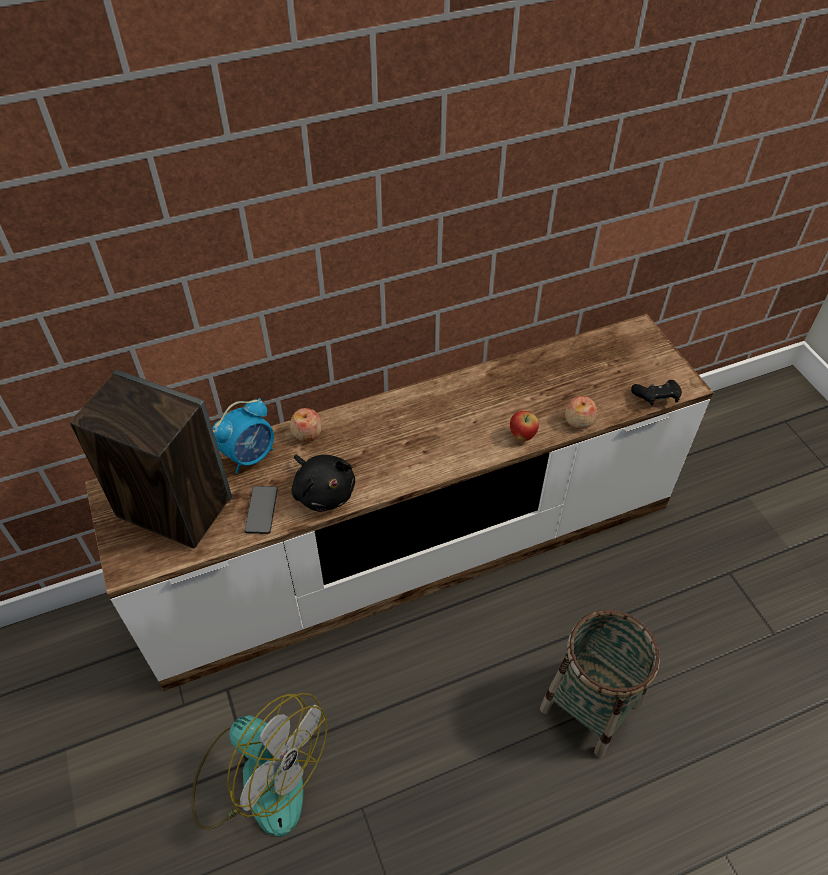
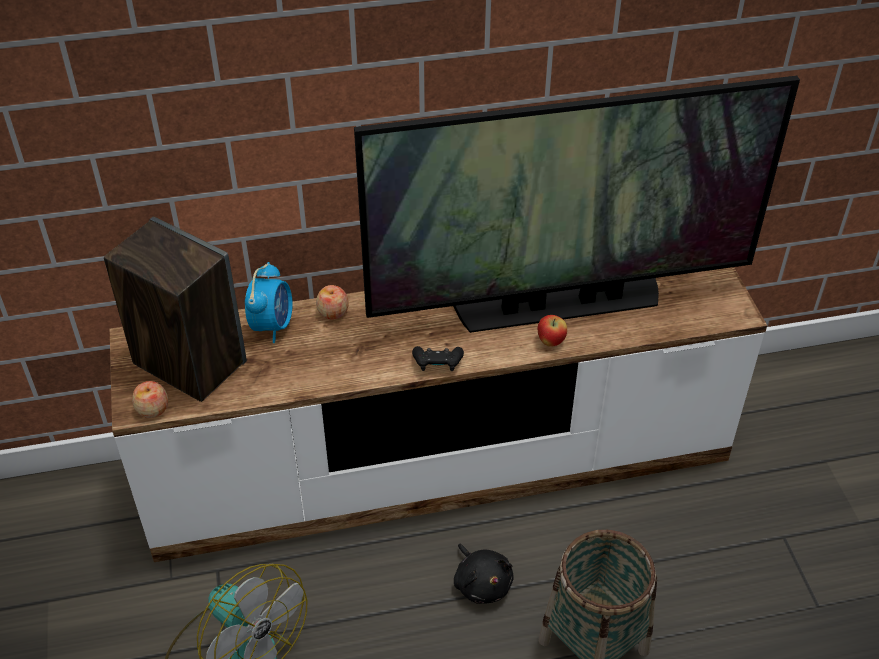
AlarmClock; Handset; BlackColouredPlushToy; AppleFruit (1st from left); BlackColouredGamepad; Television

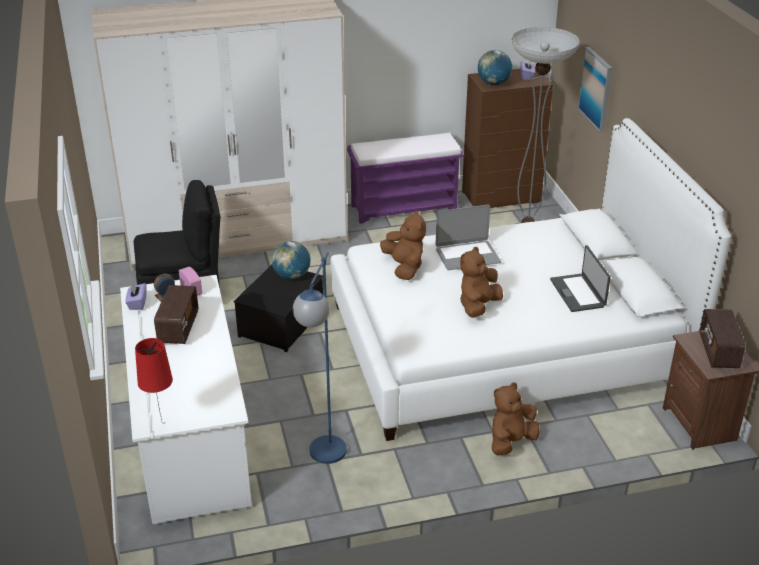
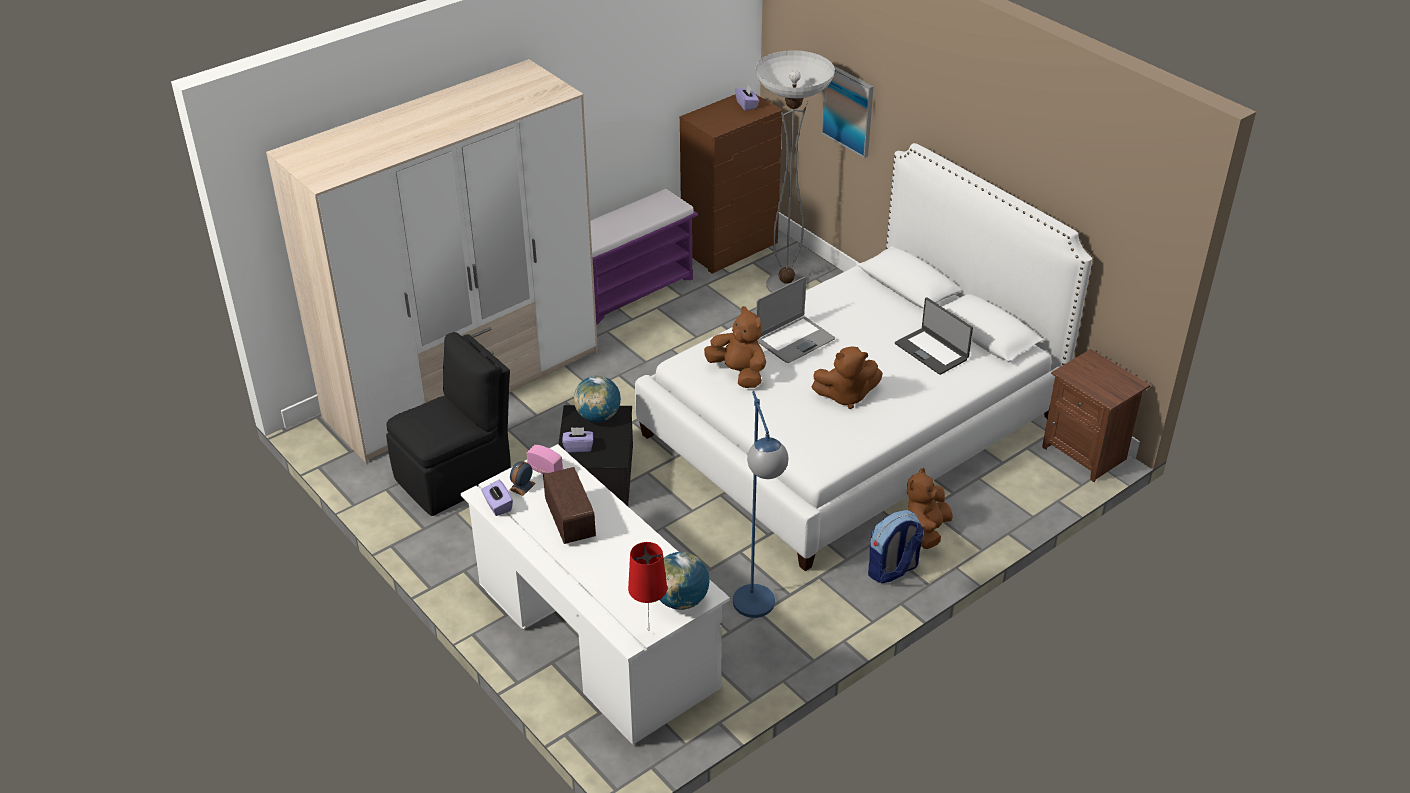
BrownishPlushToy (2nd from left); WorldGlobe (2nd from left); RadioReceiver (3rd from left in the first image); PurpleColouredTissueHolder (2nd from left); Backpack

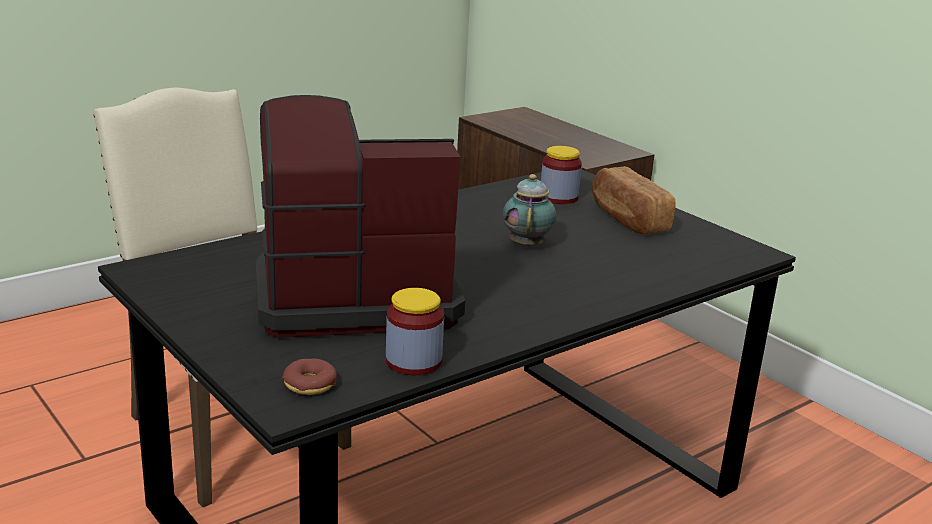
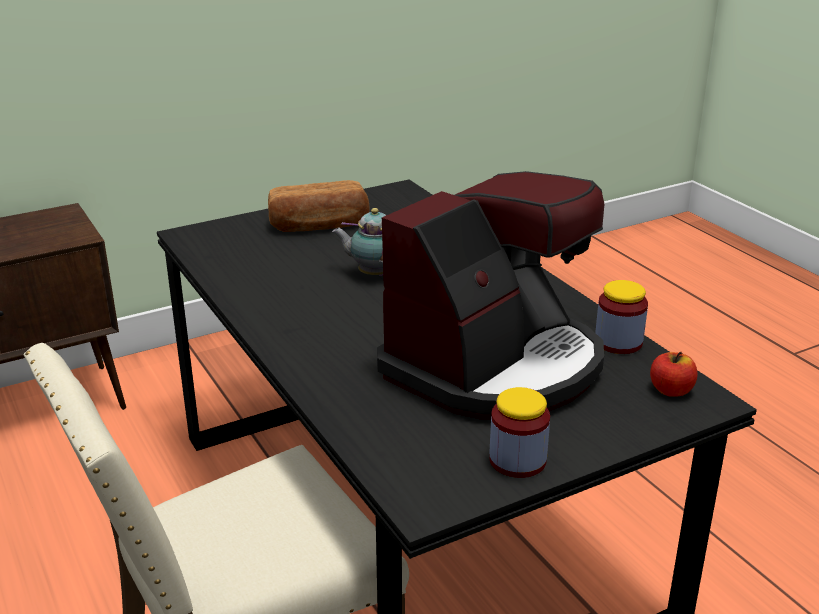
CoffeeMaker; AppleFruit; StorageJar (1st from left)

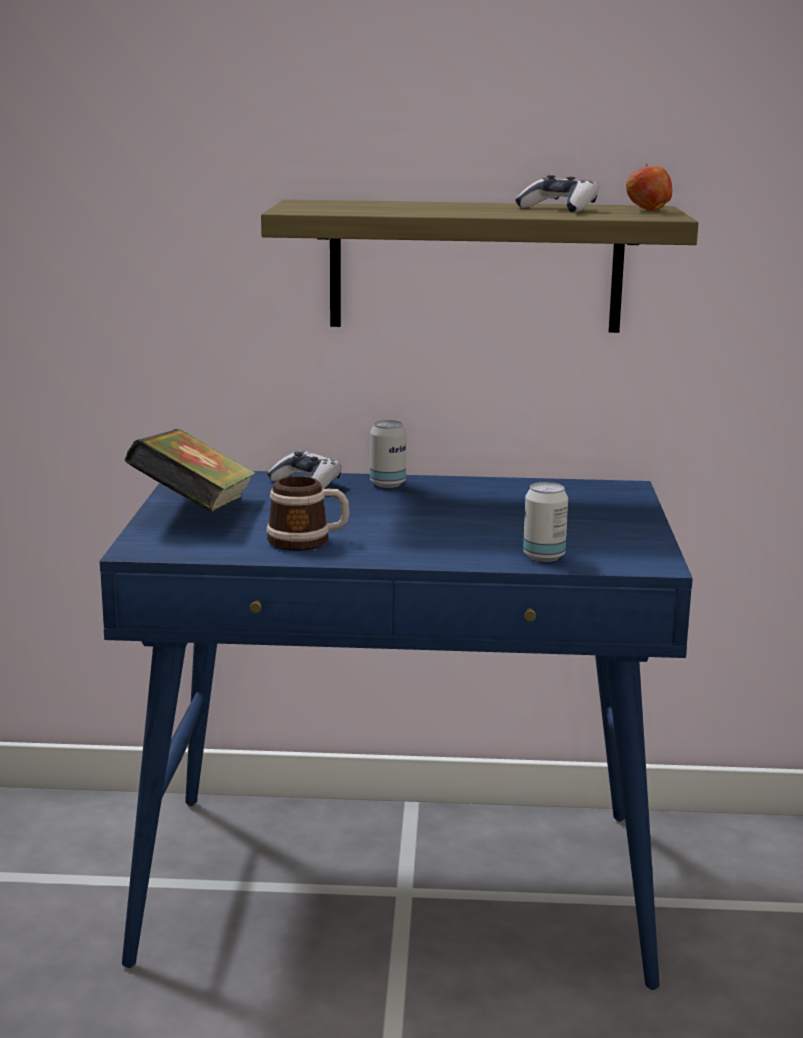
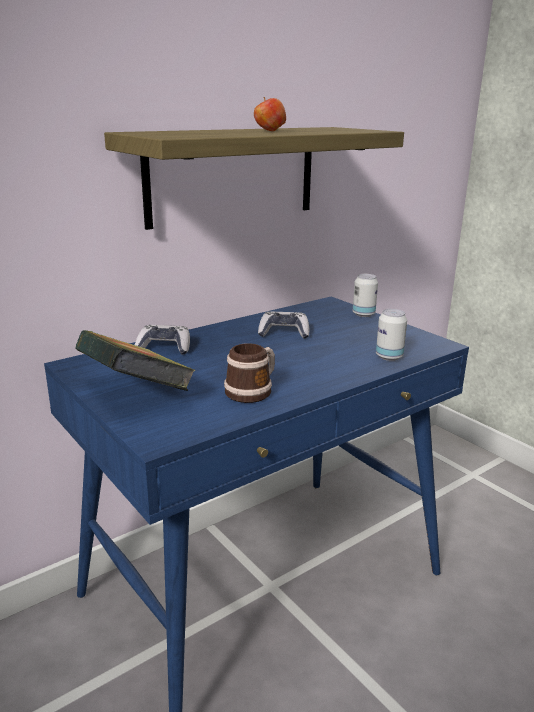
MetalCan (1st from left); Gamepad (2nd from left); AppleFruit

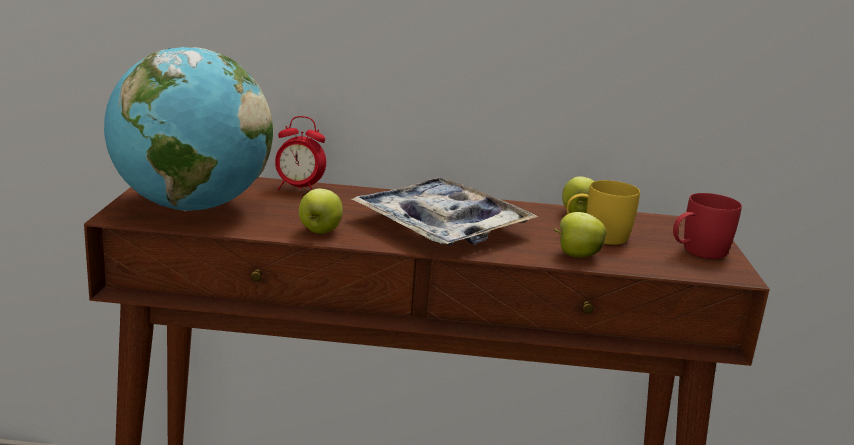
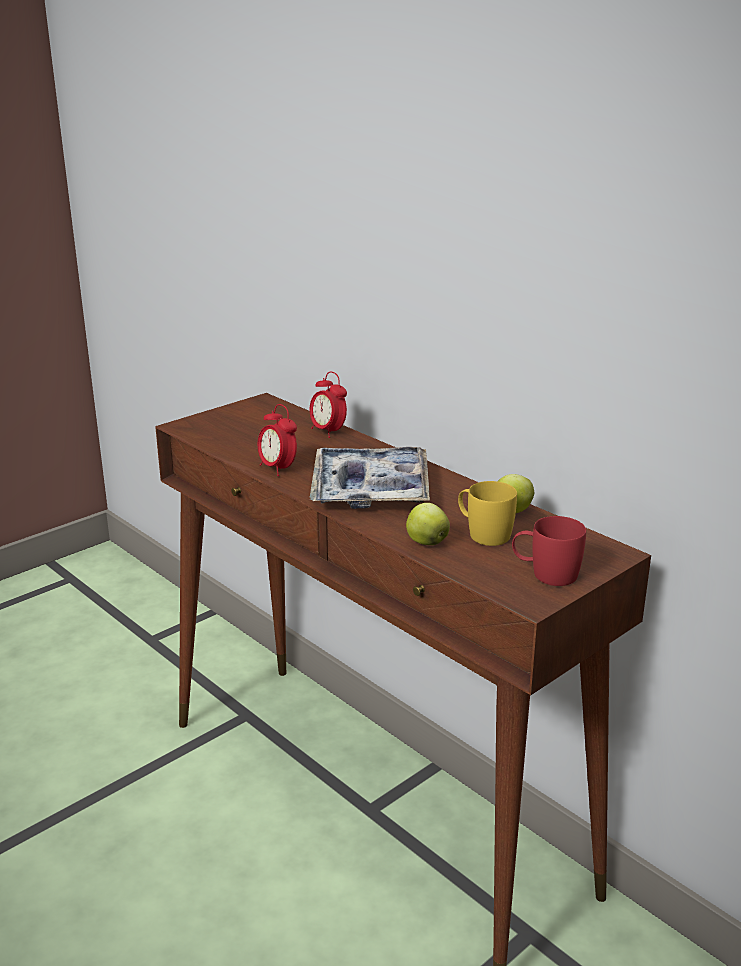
WorldGlobe; AlarmClock (1st from left)

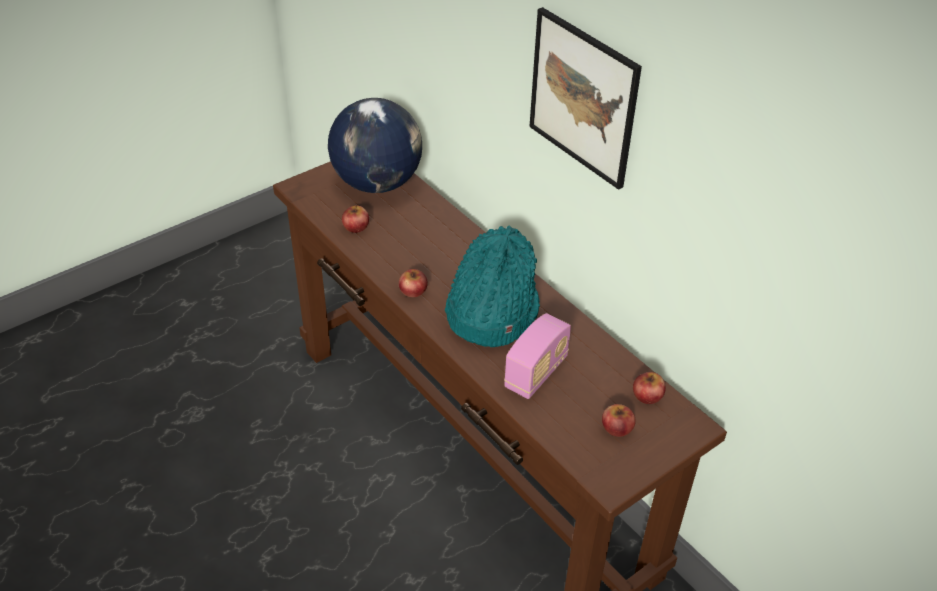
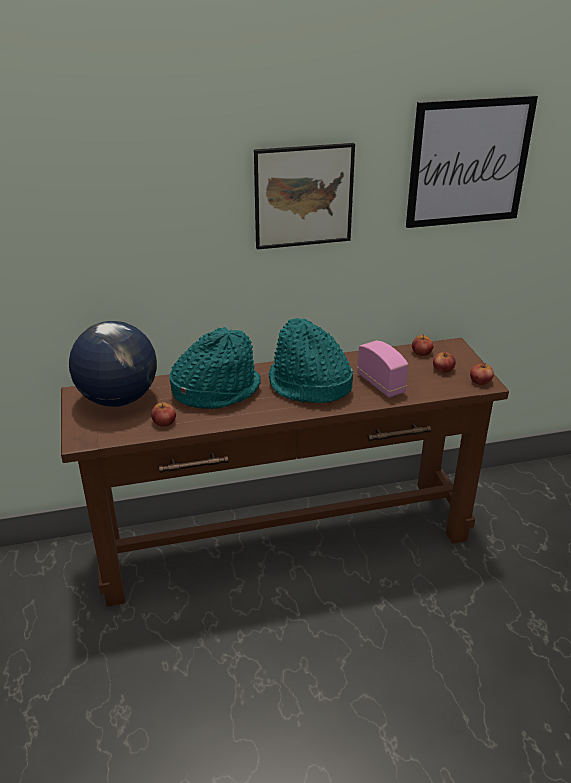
AppleFruit (4th from left); TurquoiseHat (1st from left); WallPicture (2nd from left)

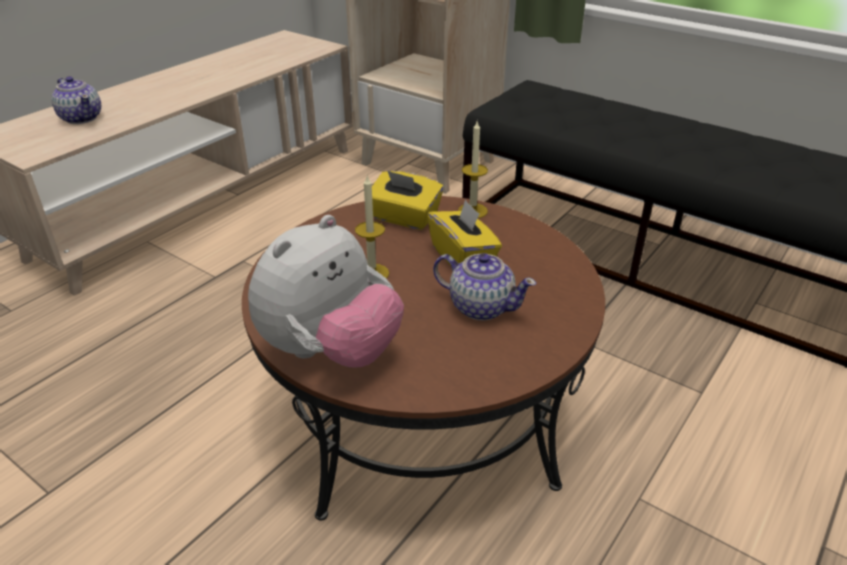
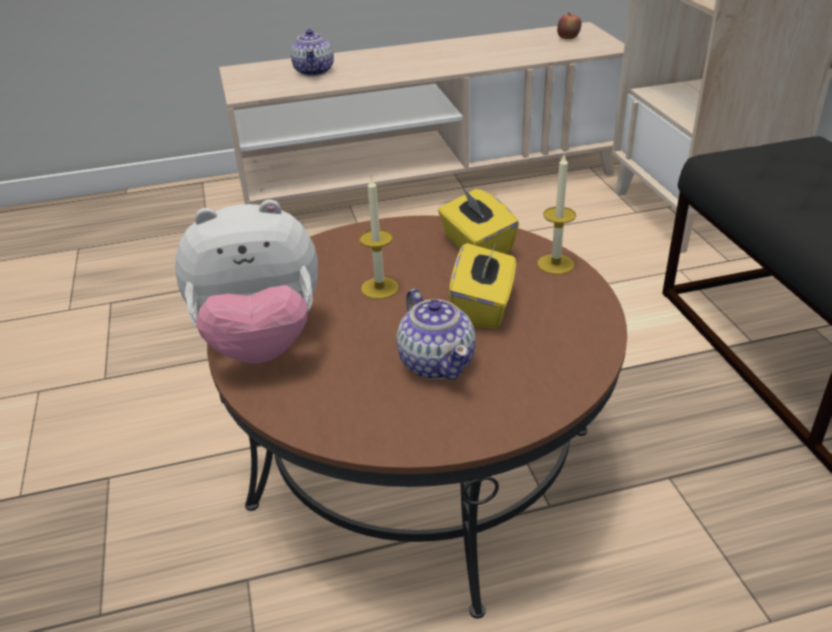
AppleFruit

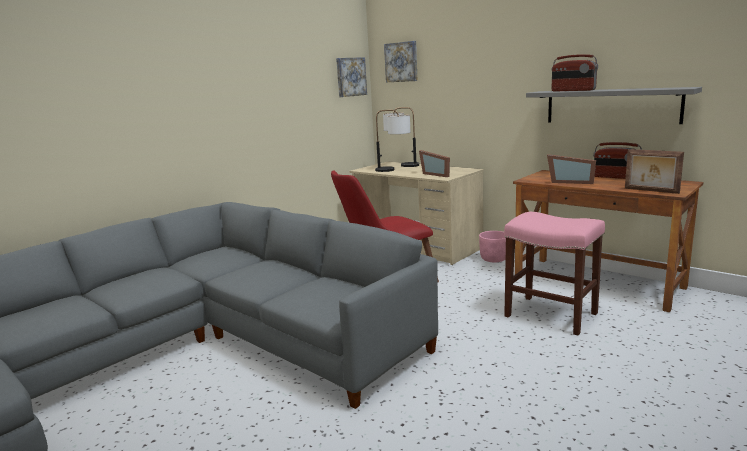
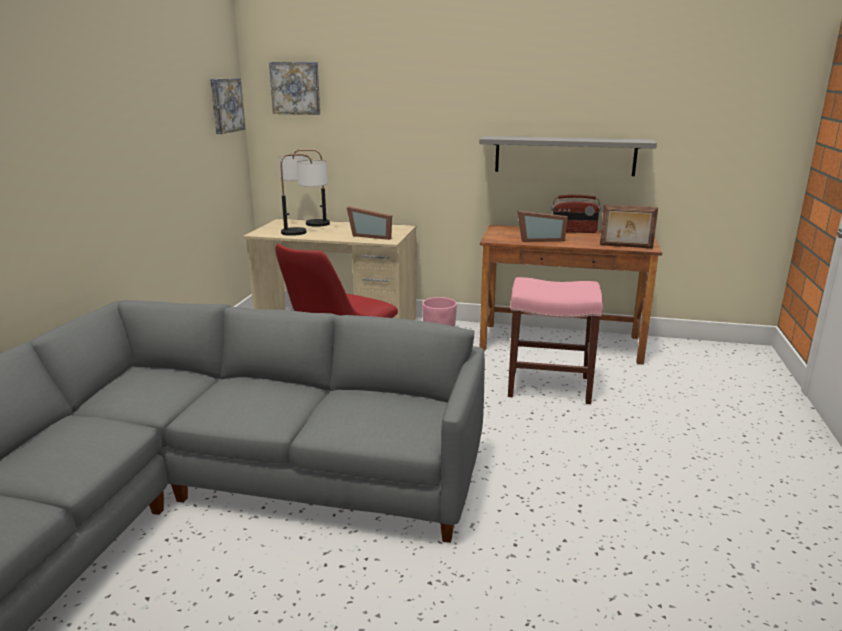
RadioReceiver (1st from left in the first image)

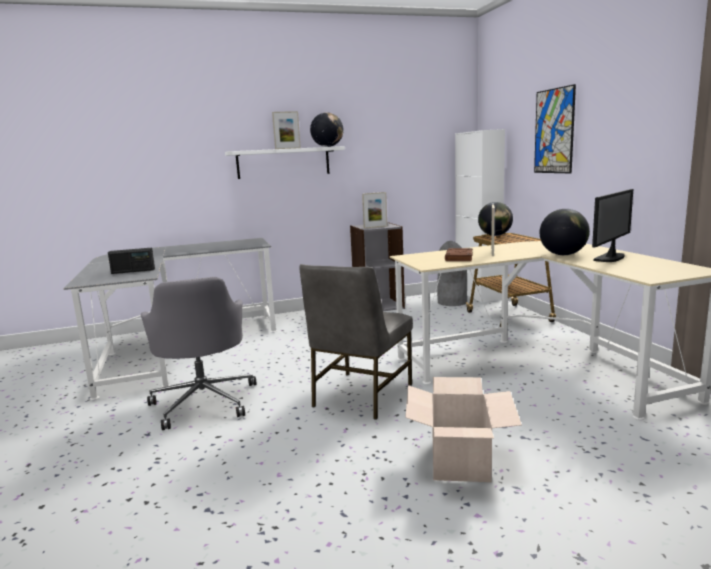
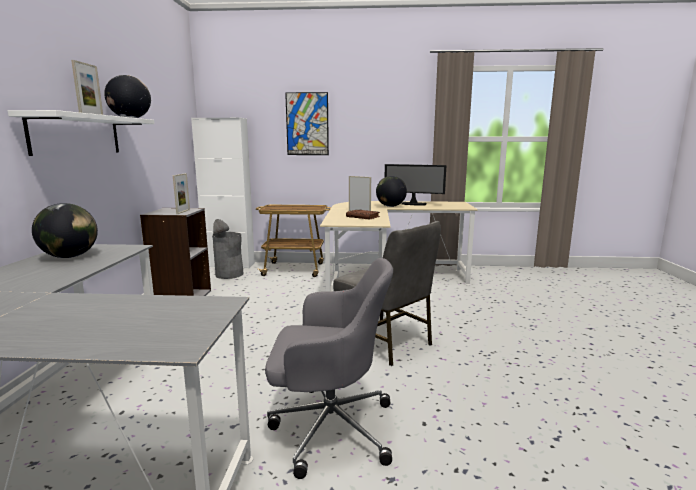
RadioReceiver; CardboardBox; WorldGlobe (1st from left); ComputerDisplay

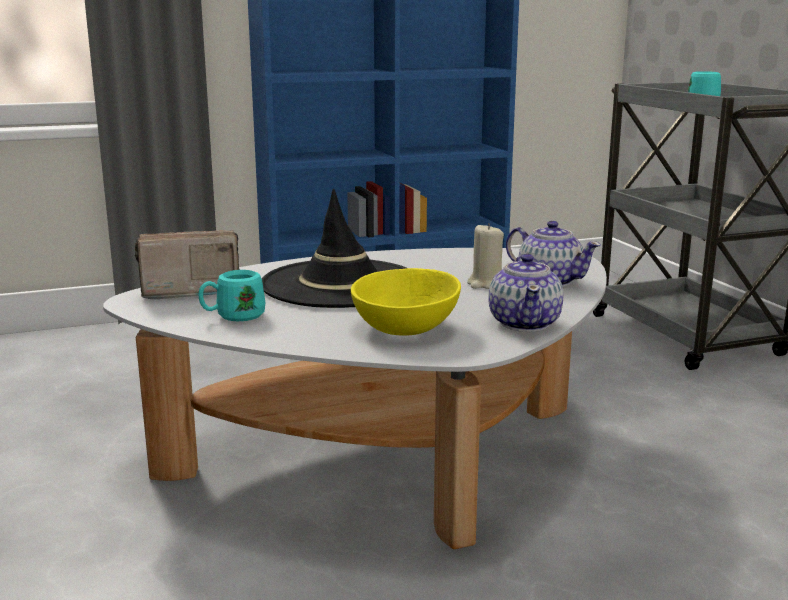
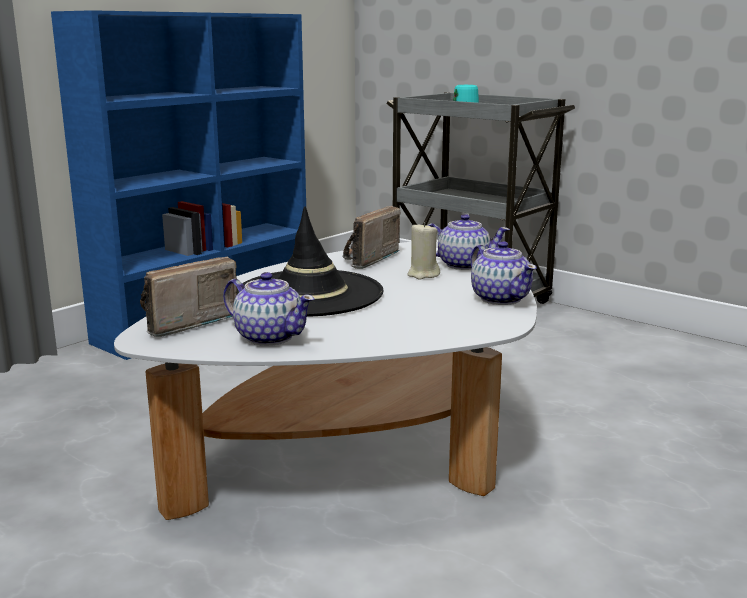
TeaPot (1st from left); YellowColouredDeepDish; RadioReceiver (2nd from left)

